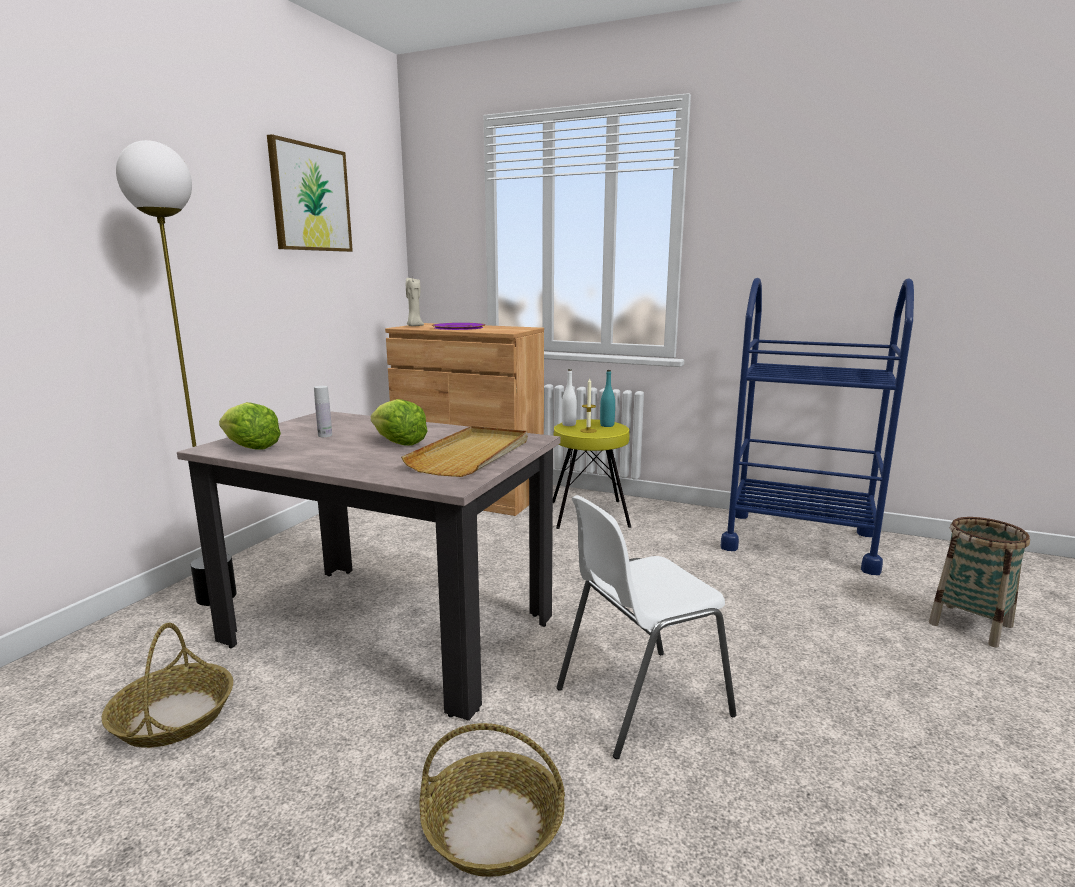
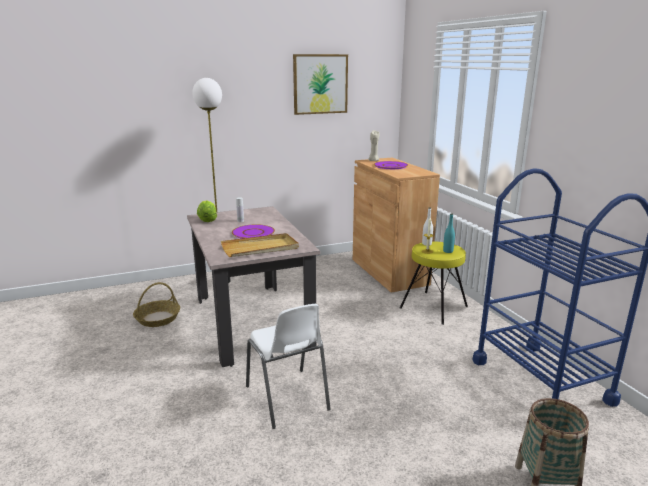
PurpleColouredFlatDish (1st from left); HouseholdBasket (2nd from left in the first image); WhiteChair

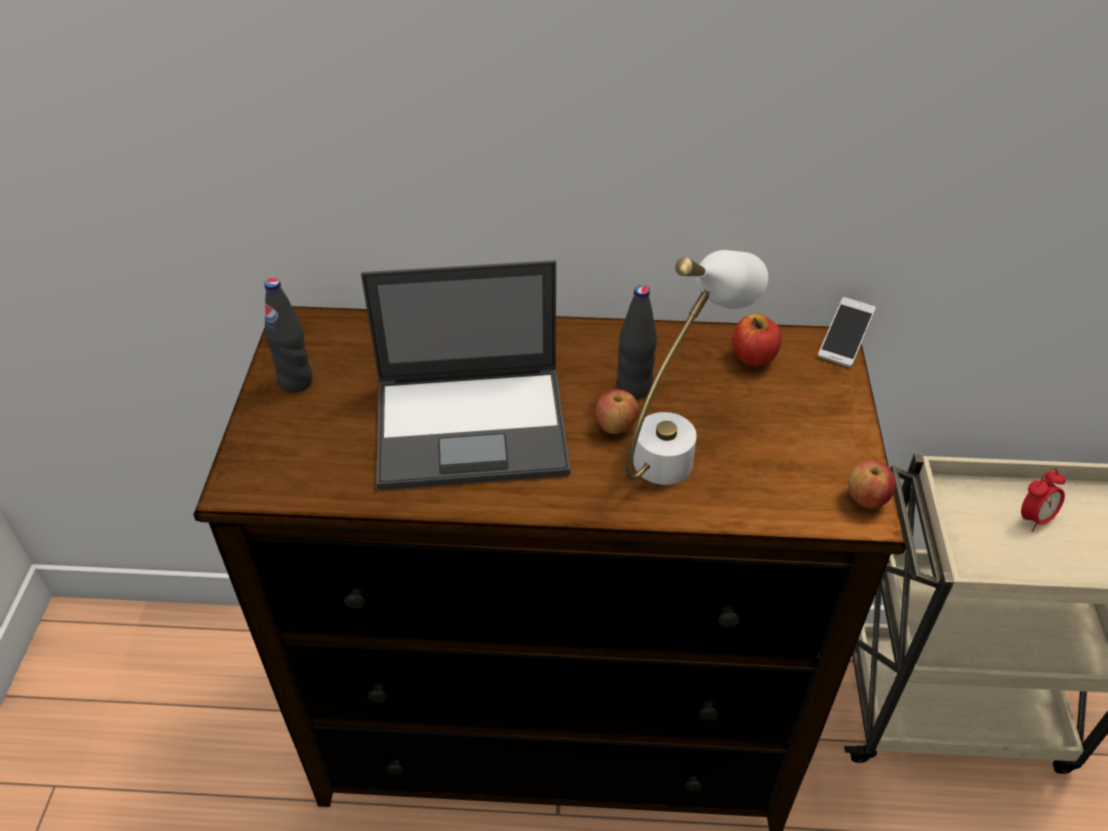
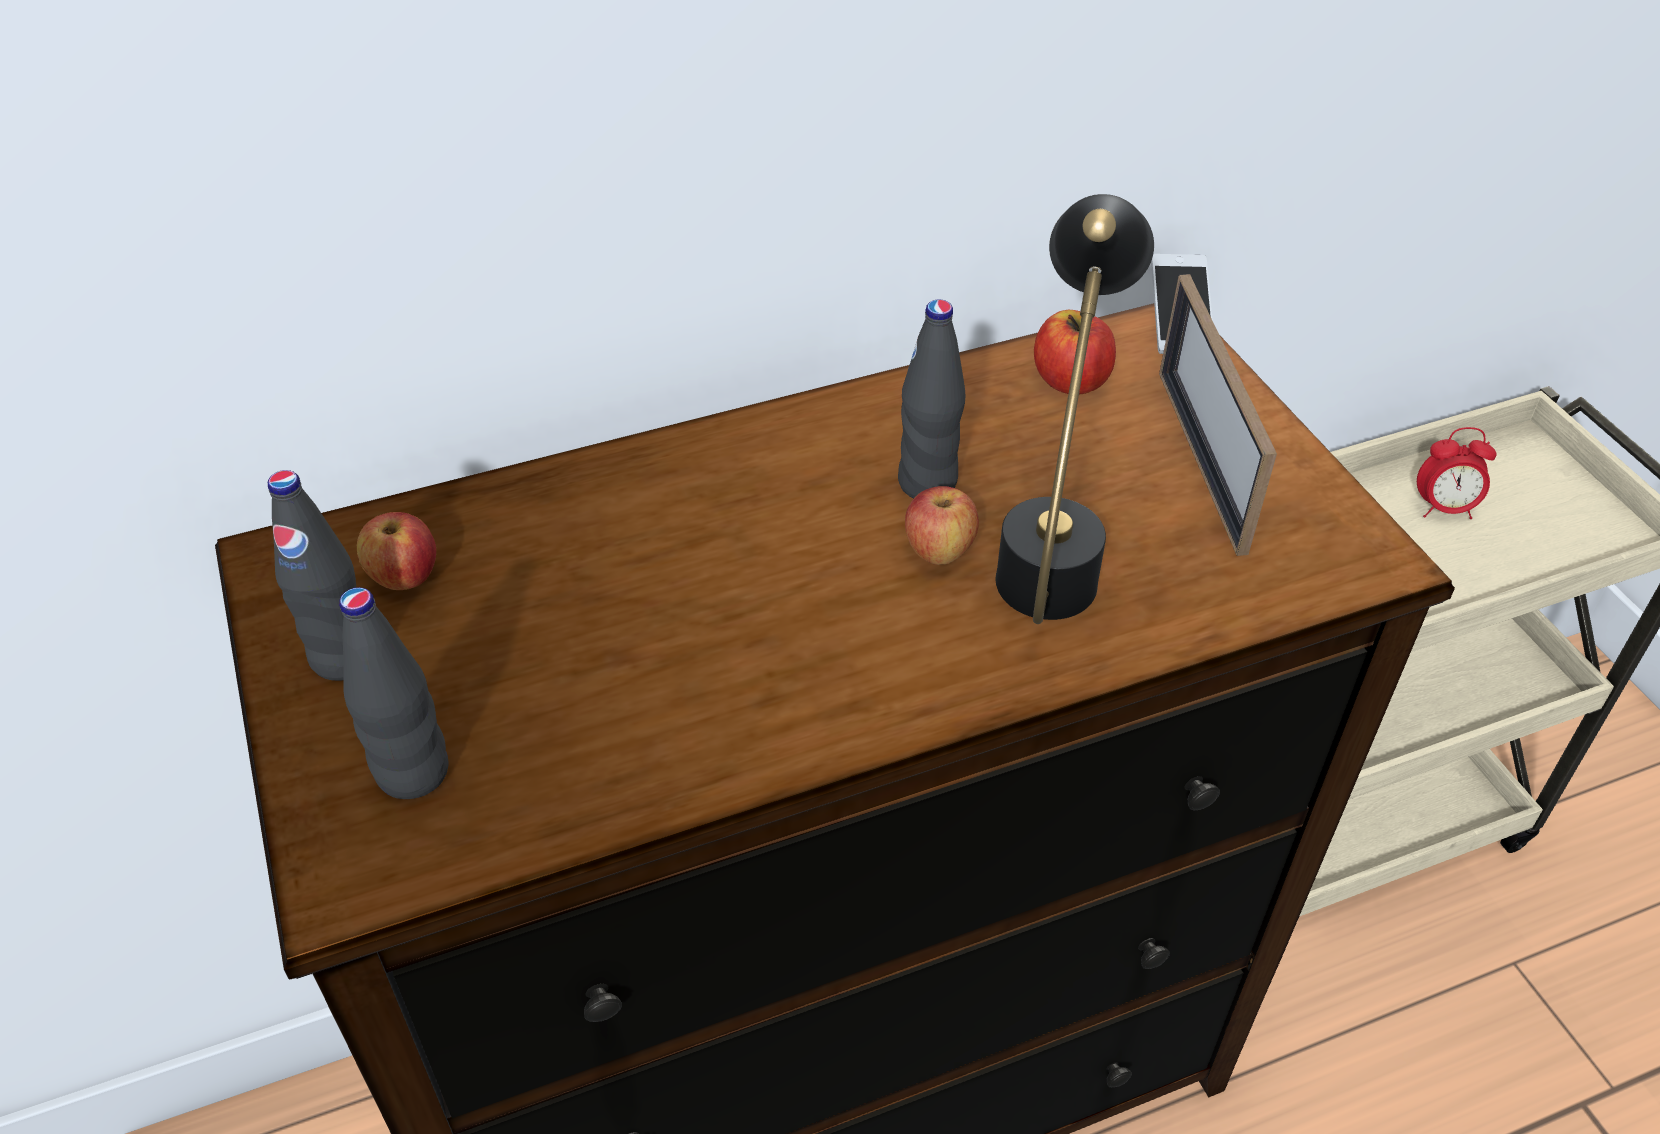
Laptop; BlackColouredLampForATable; AppleFruit (1st from left); AlarmClock; BlackColouredBottle (2nd from left); PictureFrame

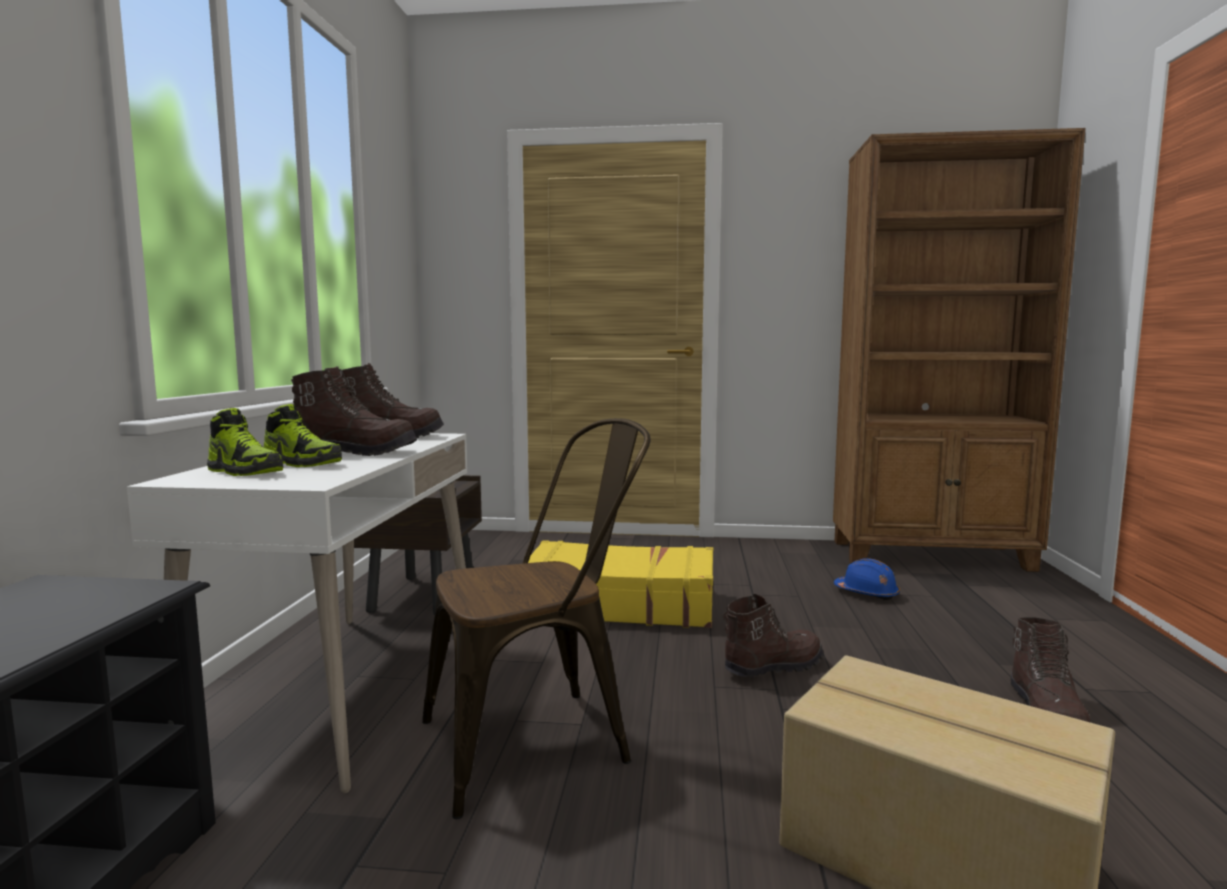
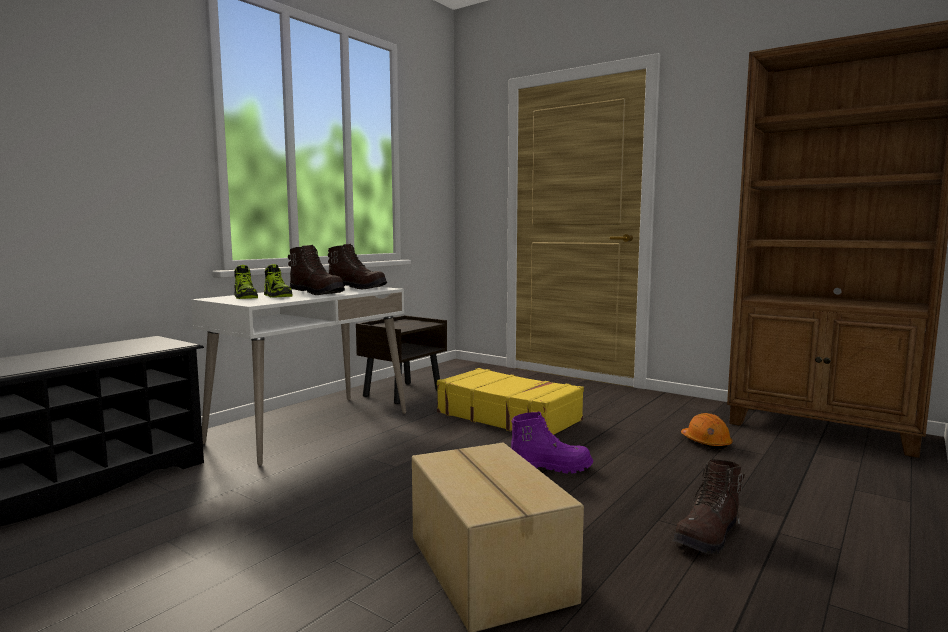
BrownishChair; PurpleColouredHighTopBoot; OrangeyWorkHelmet

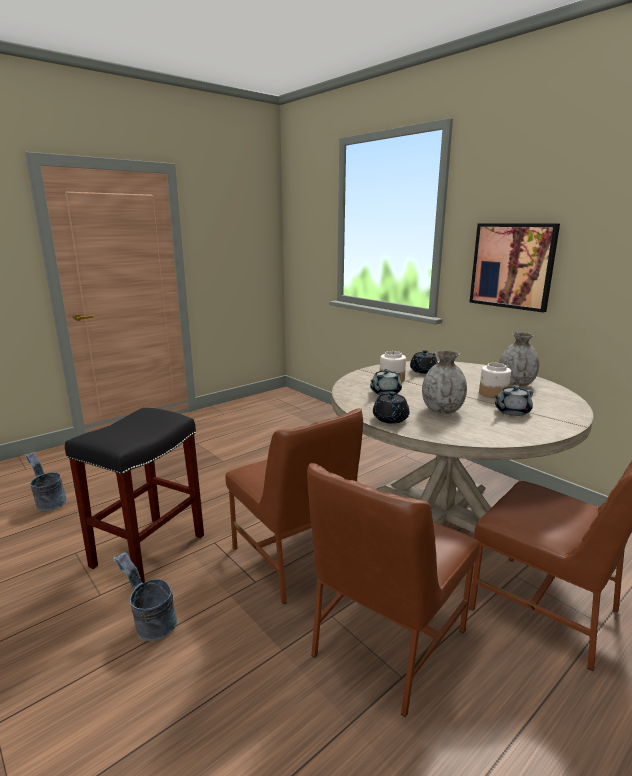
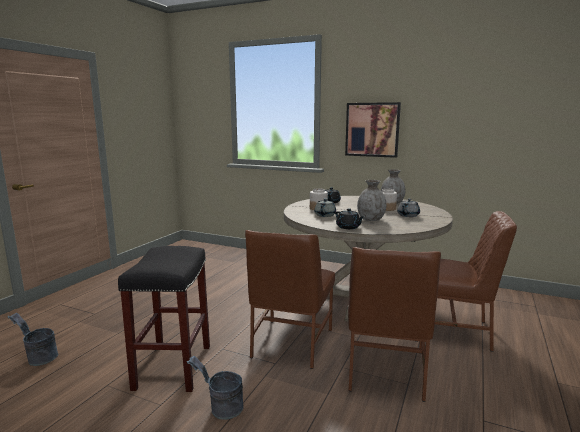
BrownishChair (1st from left)

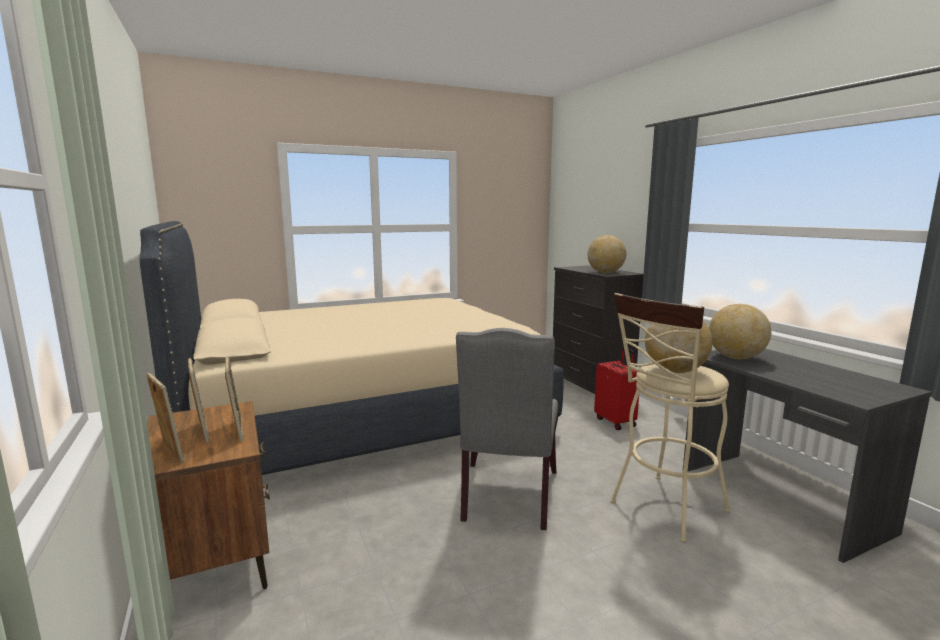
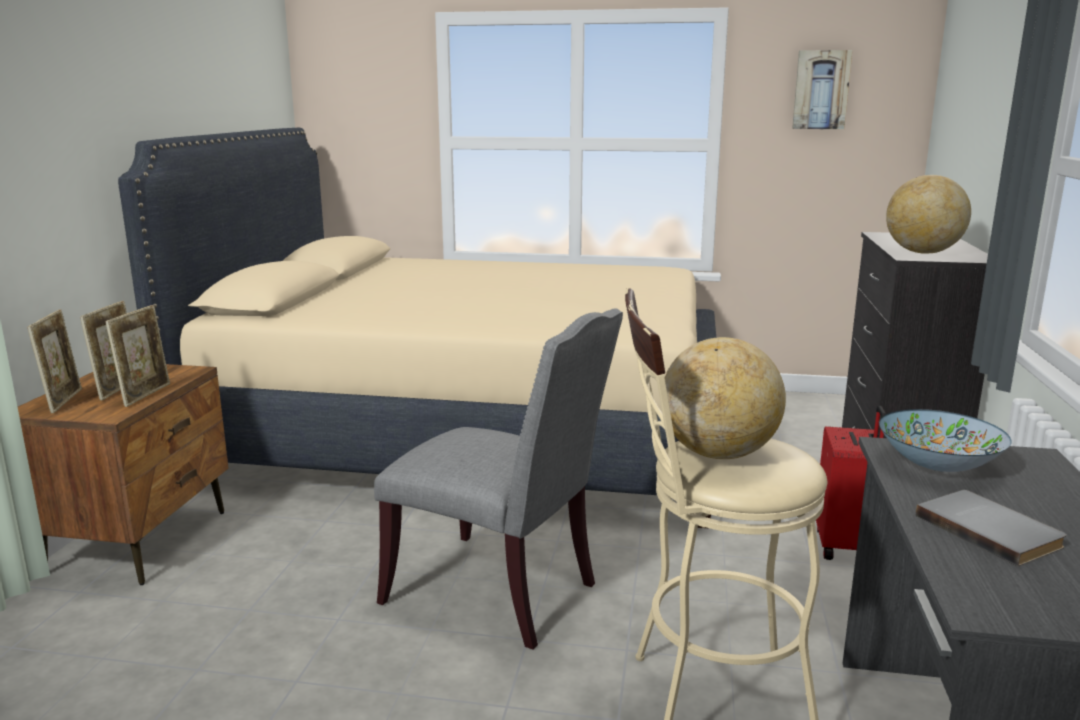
GreyChair; DeepDish; WallPicture; GreyBoundBook

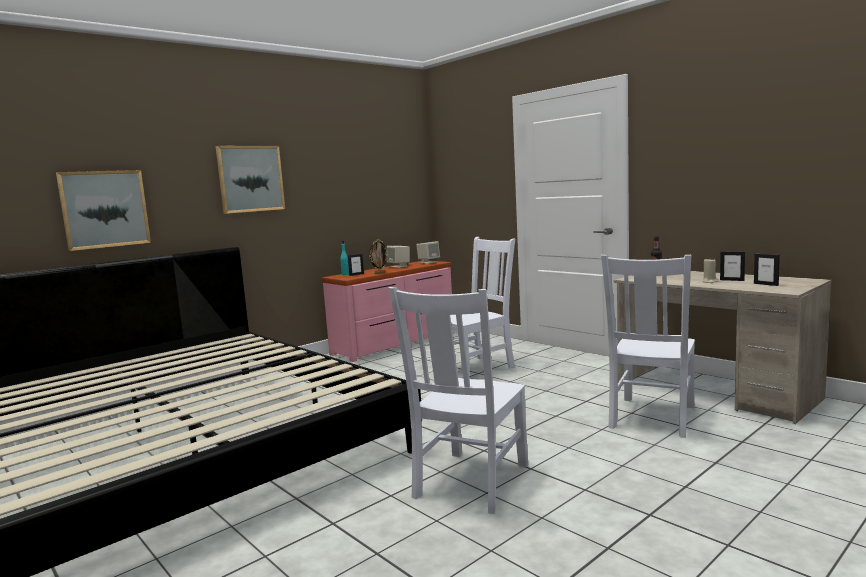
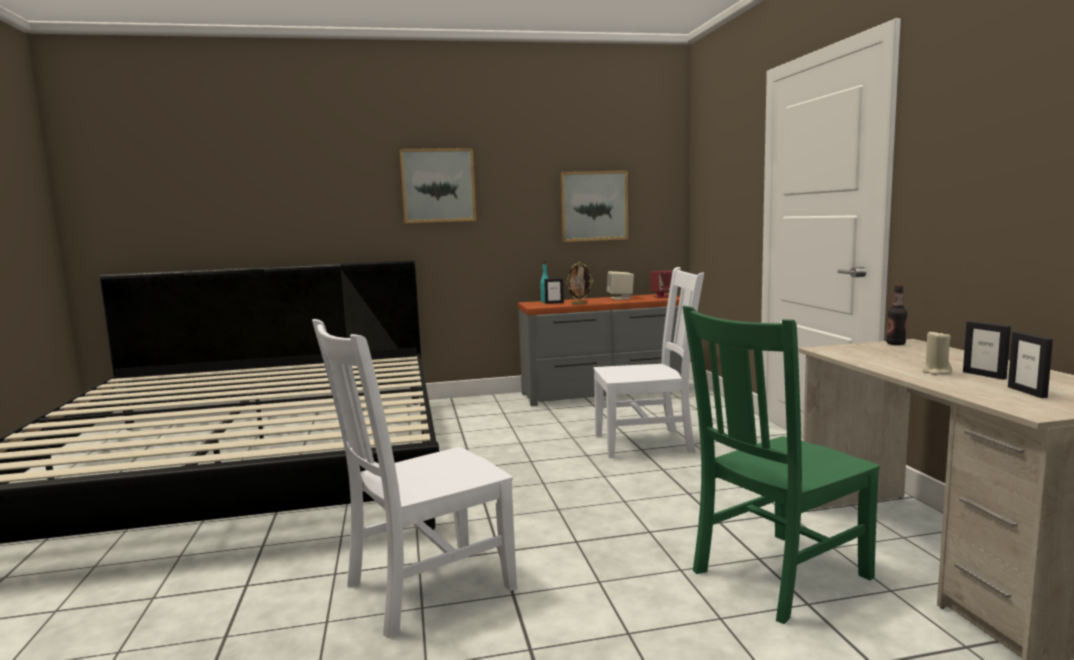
WallPicture (2nd from left); GreyDrawerChest; ReddishLoudspeaker; GreenColouredChair

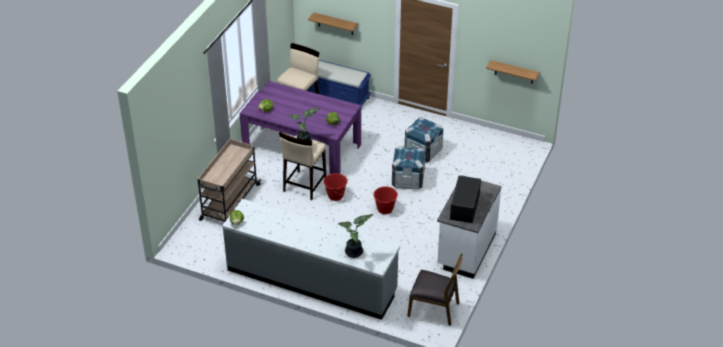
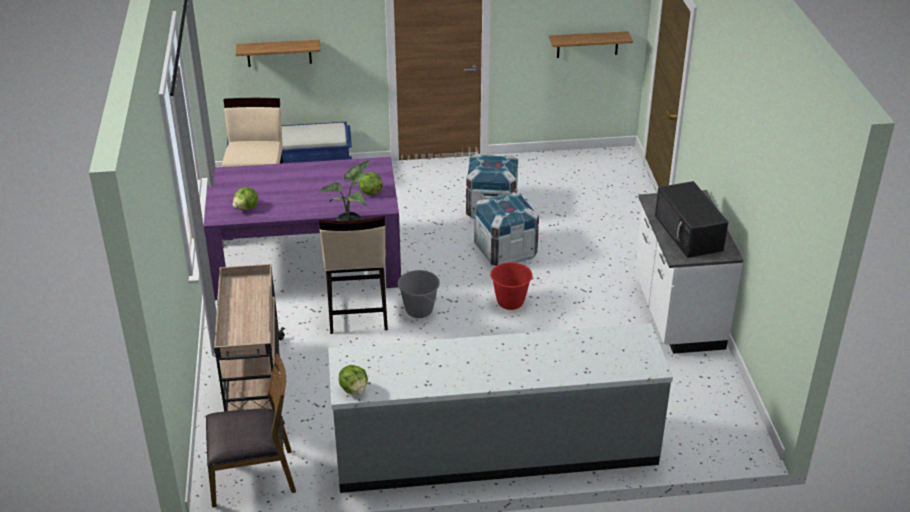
GreyBucket; PlantInAPot (2nd from left in the first image); BrownishChair

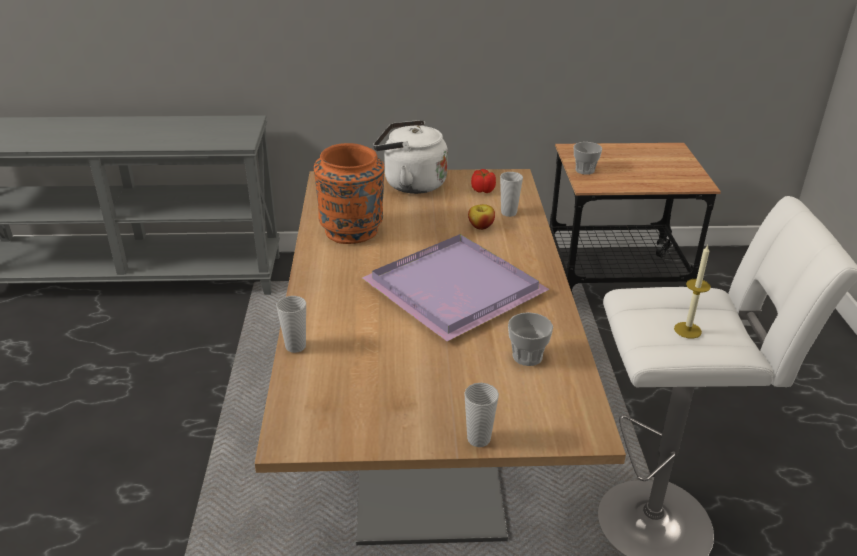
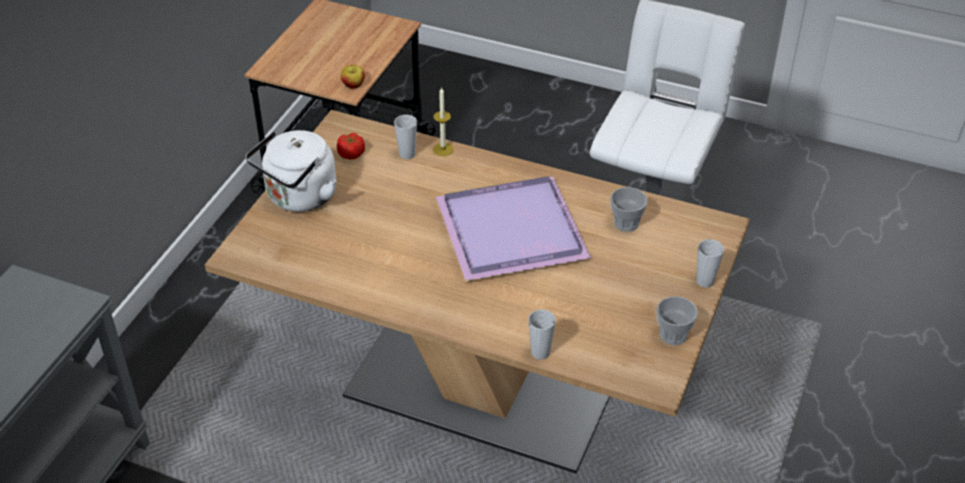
OrangeyFlowerVase; AppleFruit; SmallCup (4th from left); WaxLight

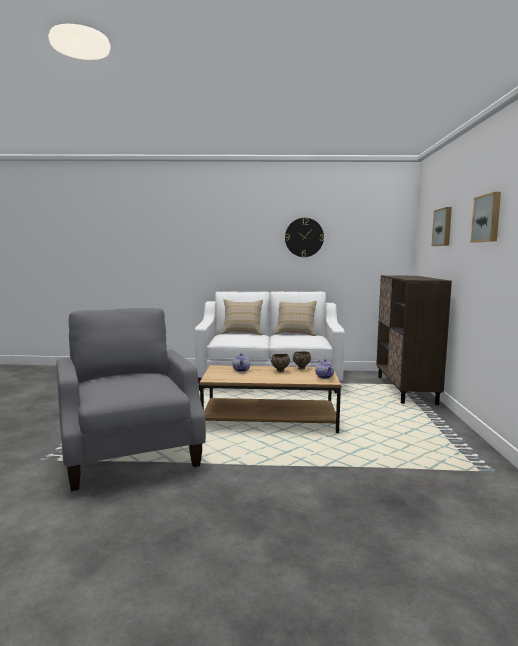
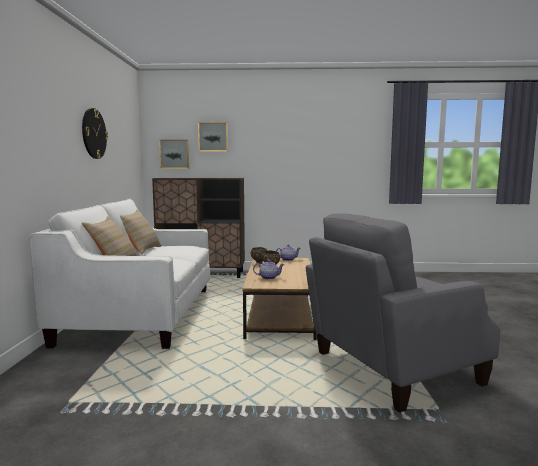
WallPicture (1st from left)

